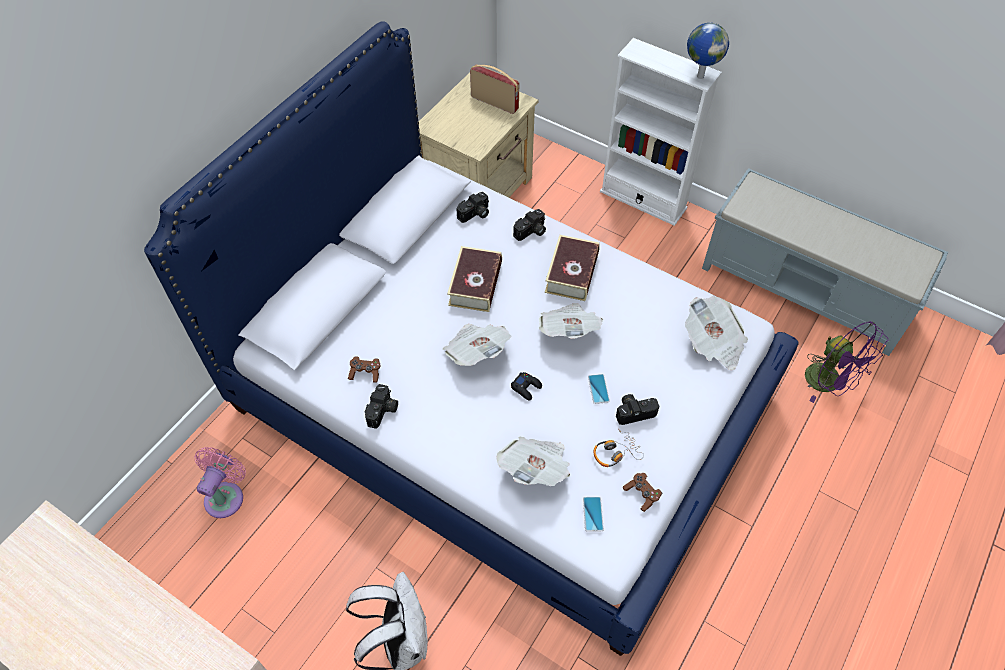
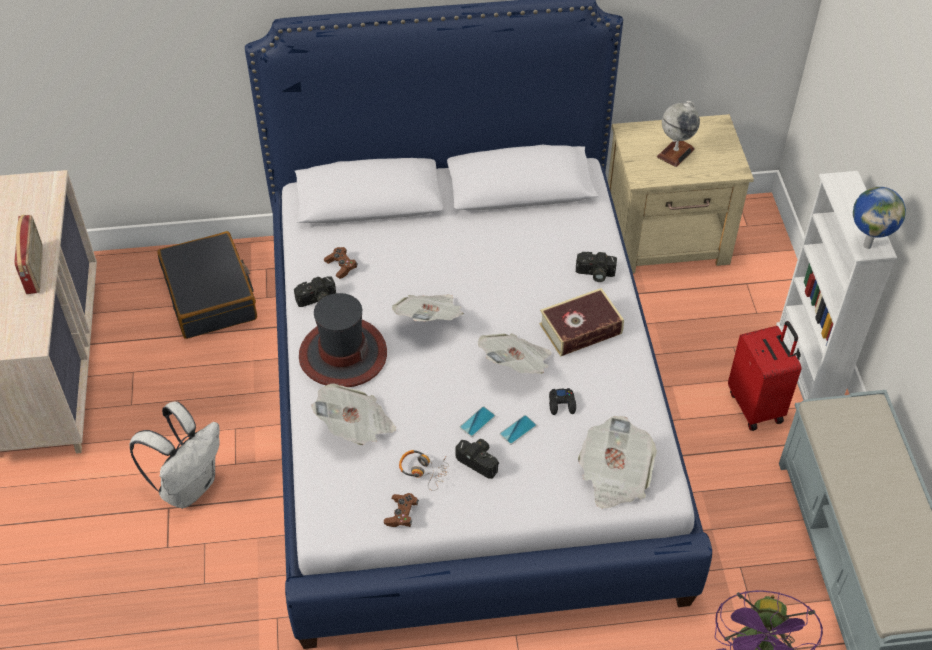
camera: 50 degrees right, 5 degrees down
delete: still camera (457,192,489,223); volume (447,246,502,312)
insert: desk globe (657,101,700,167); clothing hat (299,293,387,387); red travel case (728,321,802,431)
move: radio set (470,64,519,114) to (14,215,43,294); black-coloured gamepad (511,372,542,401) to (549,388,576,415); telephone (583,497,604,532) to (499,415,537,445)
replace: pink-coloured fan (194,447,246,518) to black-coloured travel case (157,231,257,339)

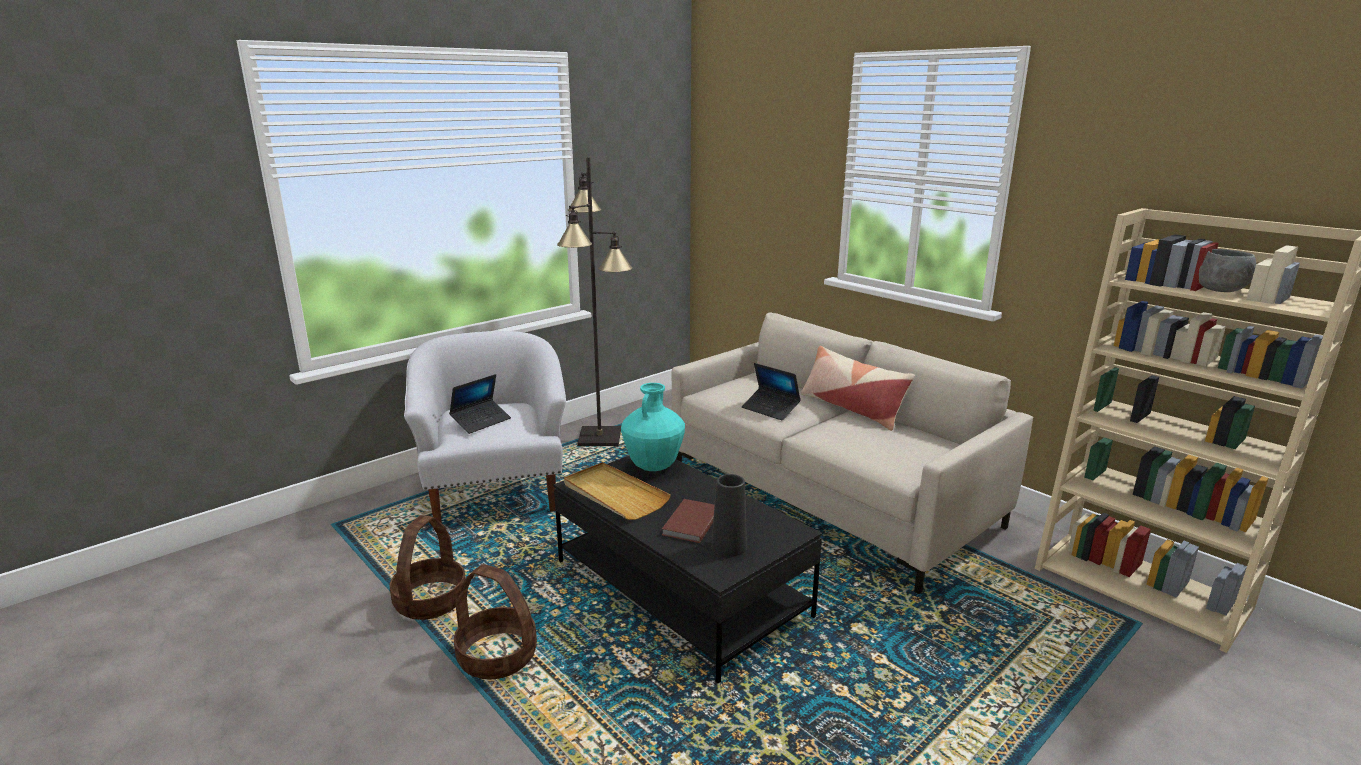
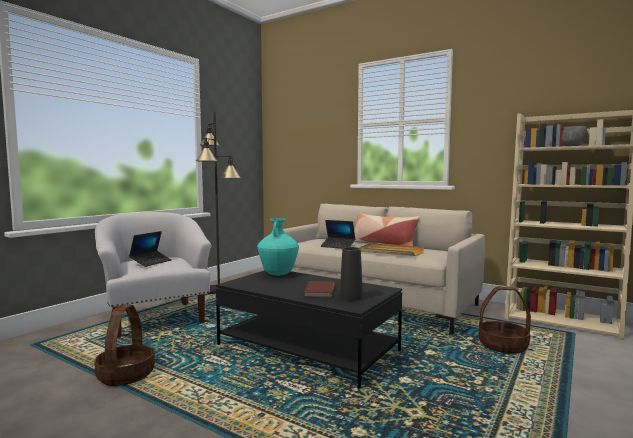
camera: 15 degrees left, 15 degrees down
move: beige-coloured serving tray (564,462,671,520) to (359,243,424,256); basket (454,564,537,680) to (479,286,531,354)

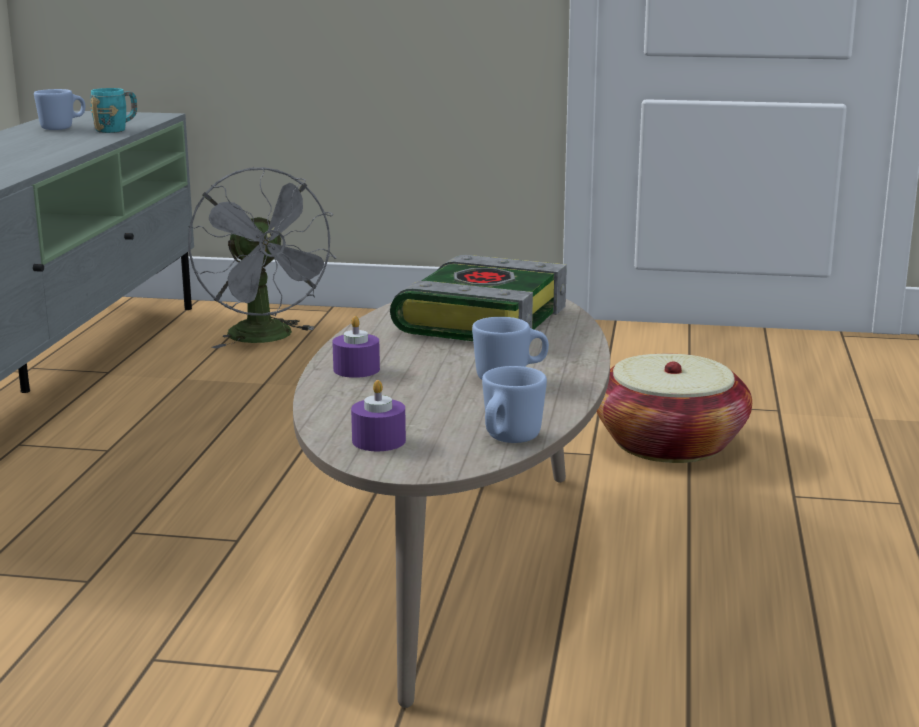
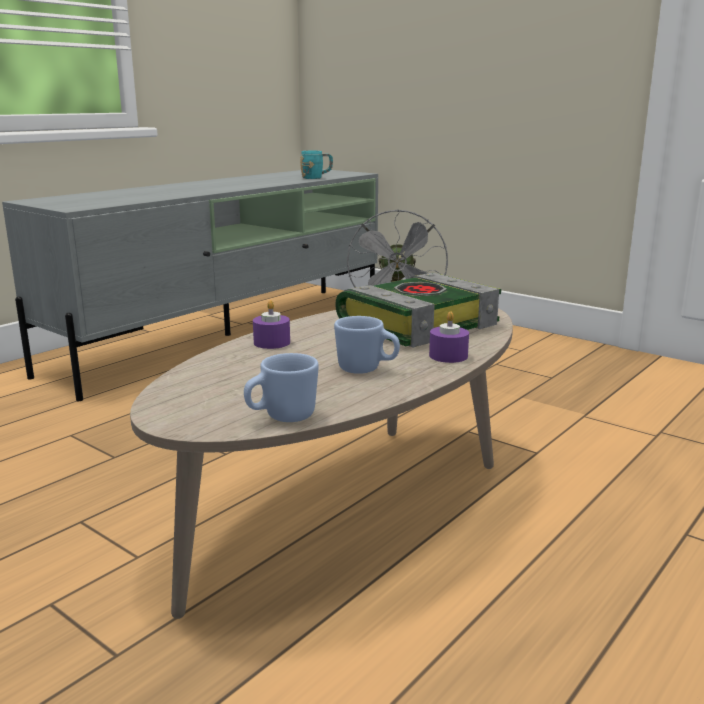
camera: 30 degrees right, 0 degrees up
delete: bluish coffee mug (34,89,85,130); basket (596,354,752,463)
move: purple wax light (351,380,406,451) to (429,311,469,363)

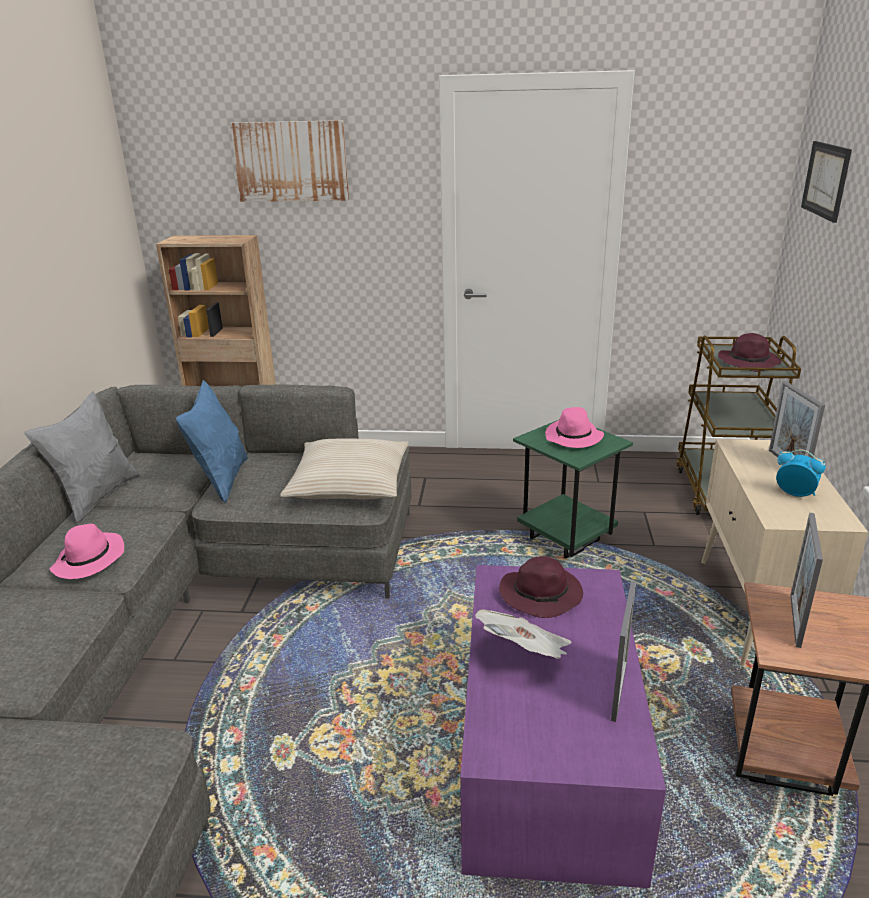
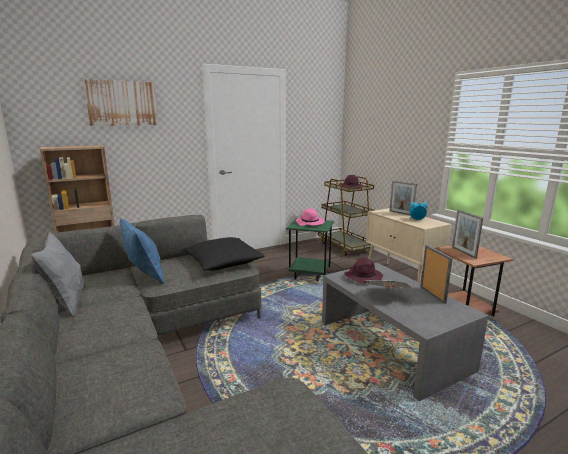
camera: 35 degrees left, 10 degrees down
delete: wall art (801,141,852,223); pink-coloured clothing hat (50,524,124,579)
recolor: beige-coloured pillow (280,439,409,500) to black-coloured pillow (183,237,265,270); purple lounge table (460,565,666,888) to gray lounge table (322,263,488,401)

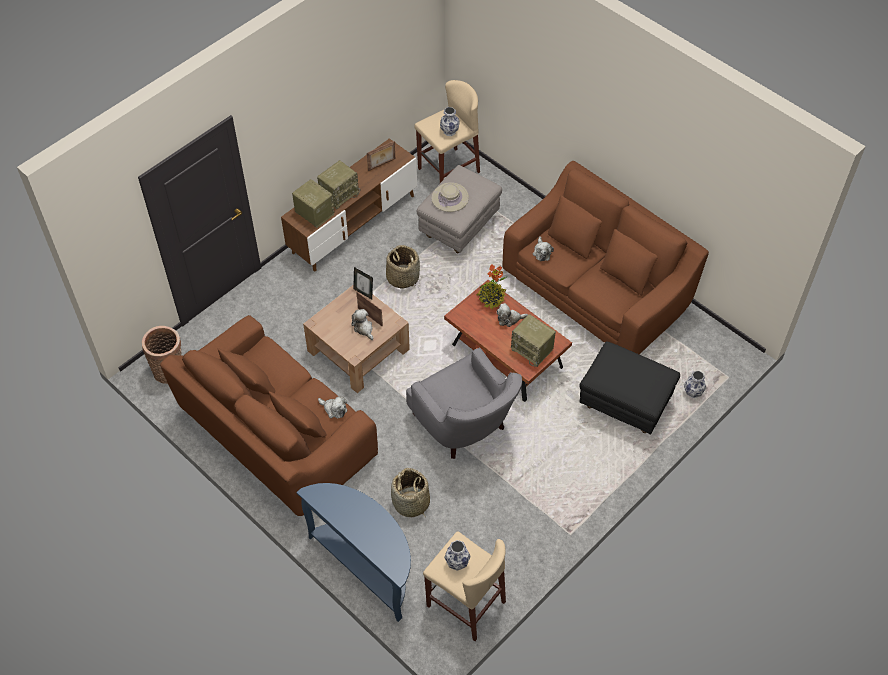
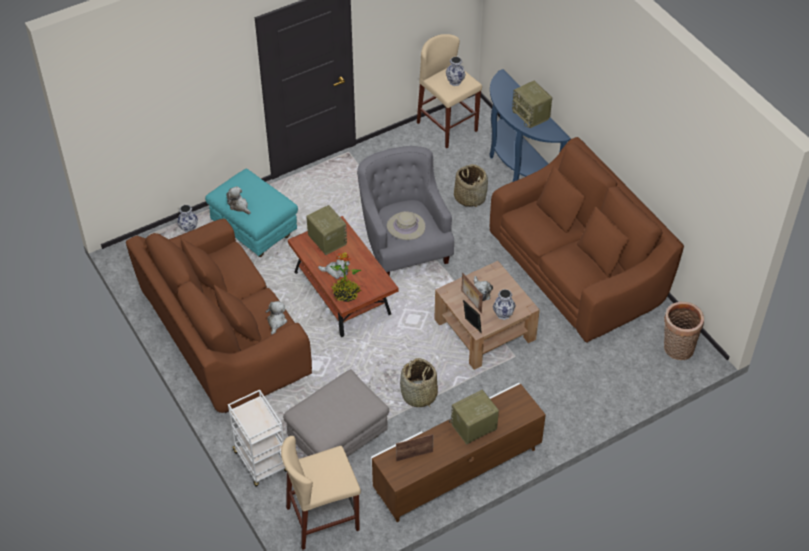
camera: 165 degrees left, 5 degrees down
insert: white-coloured trolley (228,390,287,486)
move: flower vase (440,107,460,136) to (493,289,516,320); radio set (292,179,335,228) to (512,81,552,128); beige-coloured clothing hat (431,182,469,212) to (387,211,426,240); soft toy (318,396,347,418) to (226,186,251,214)
recolor: black-coloured ottoman (579,341,680,435) to turquoise ottoman (205,169,298,257)

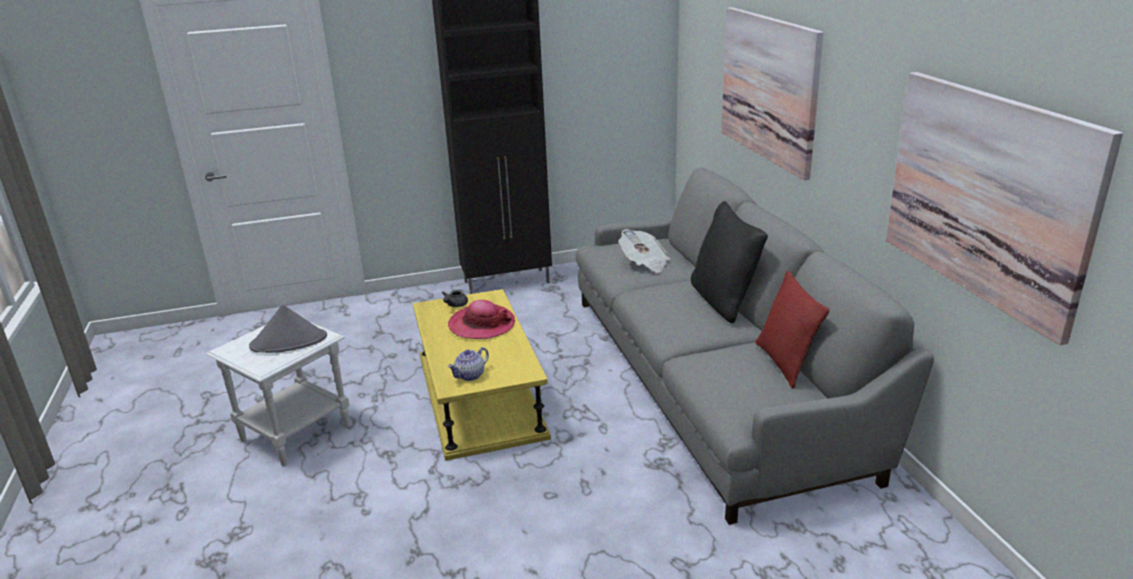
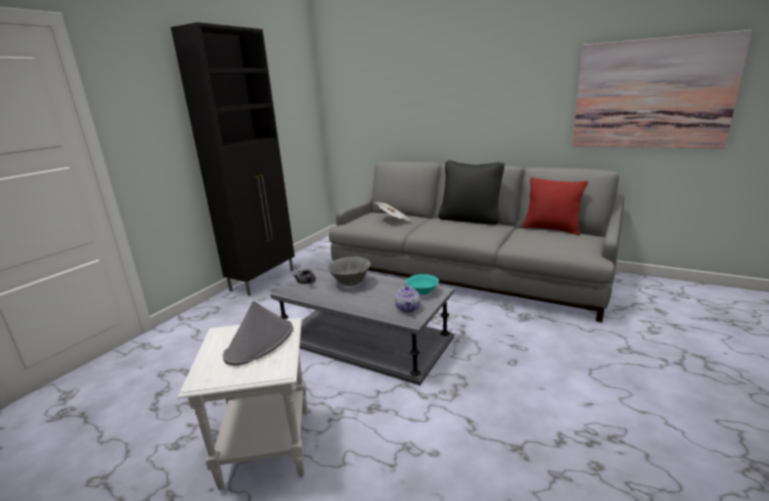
camera: 45 degrees left, 5 degrees down
delete: wall art (721,7,824,180)
insert: turquoise serving bowl (406,274,439,295)
replace: clothing hat (448,300,515,339) to gray serving bowl (328,257,370,286)
recolor: yellow lounge table (413,289,551,461) to gray lounge table (270,264,454,385)

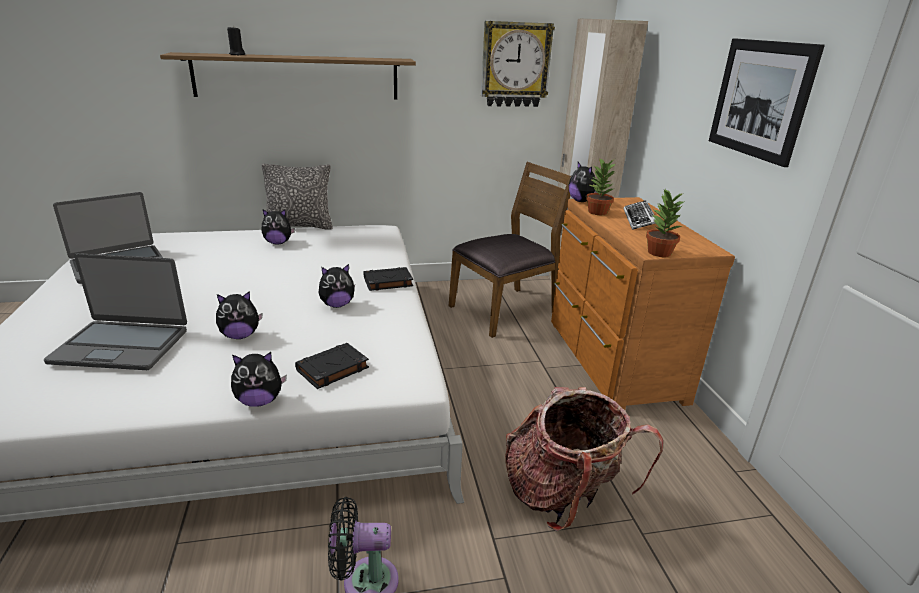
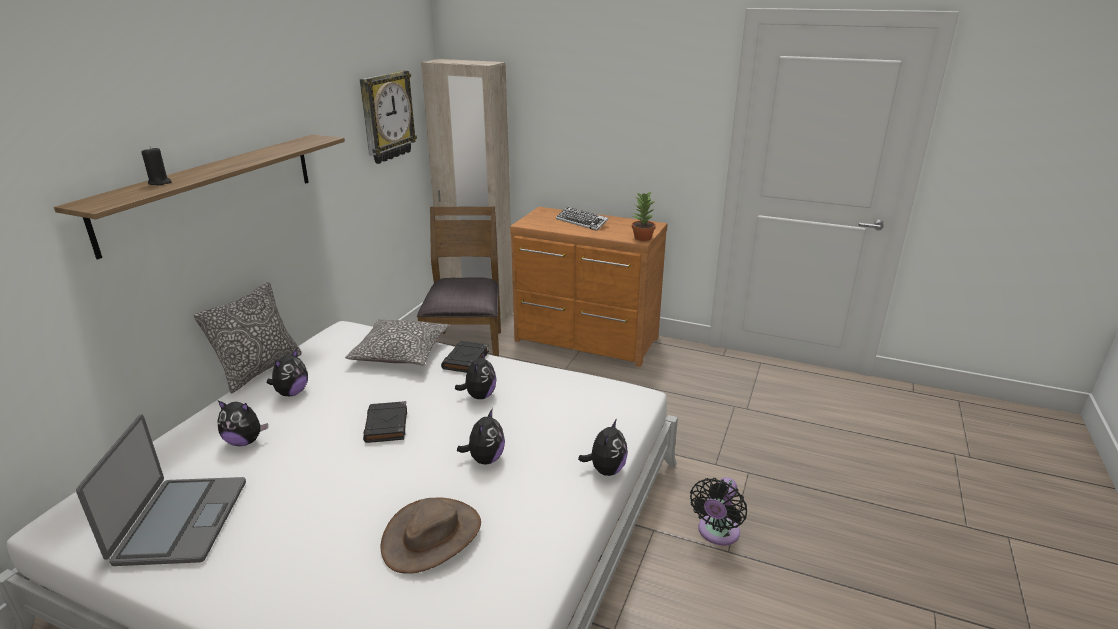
camera: 55 degrees left, 0 degrees up
delete: wall art (709,38,825,167); plant in a pot (586,159,615,215); rucksack (505,387,663,531)
insert: pillow (345,319,449,365)
move: soft toy (569,162,597,202) to (217,400,268,446); black-coloured volume (295,343,369,389) to (363,401,407,443)
replace: notebook computer (44,253,187,370) to brown clothing hat (381,497,481,574)

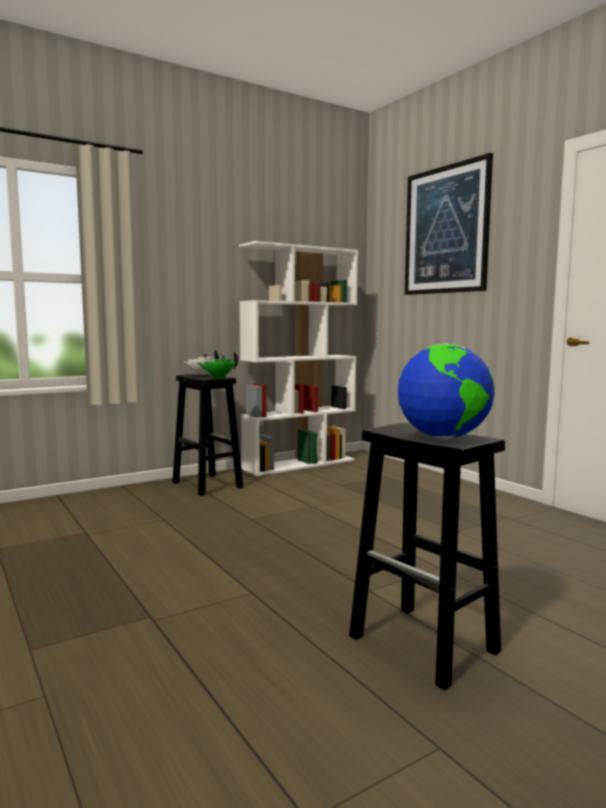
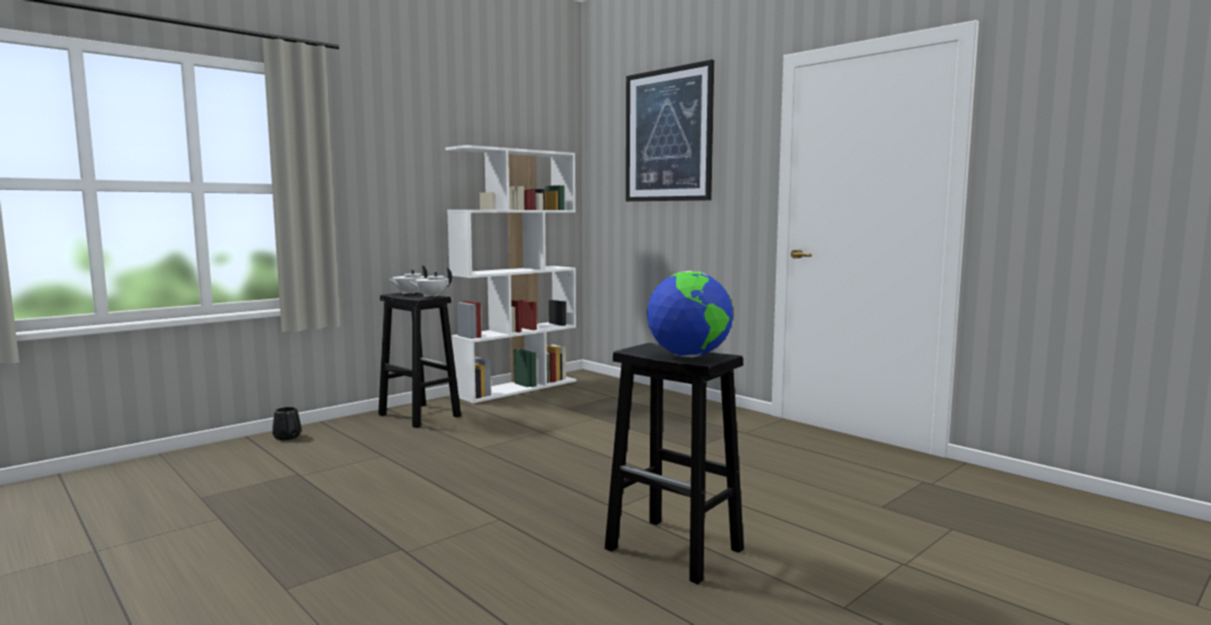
camera: 10 degrees left, 0 degrees up
insert: black-coloured flower vase (272,407,302,440)
recolor: green pot for tea (198,351,238,378) to white-coloured pot for tea (408,267,452,297)

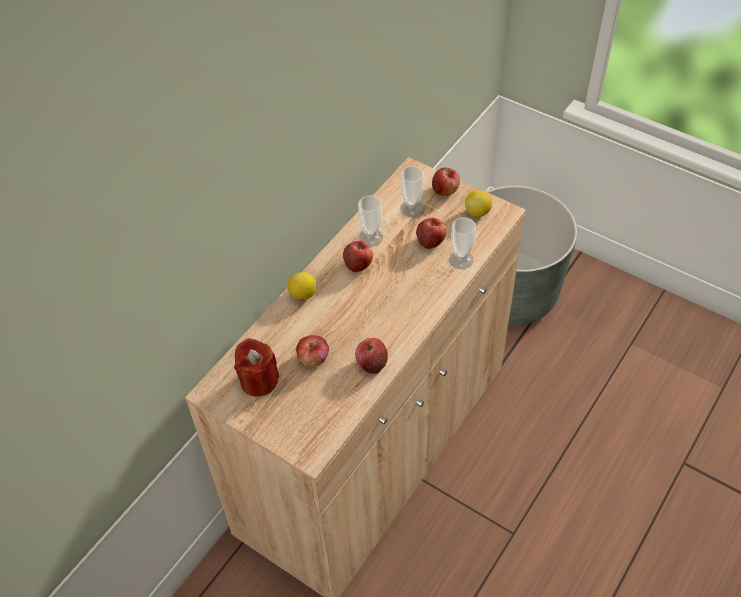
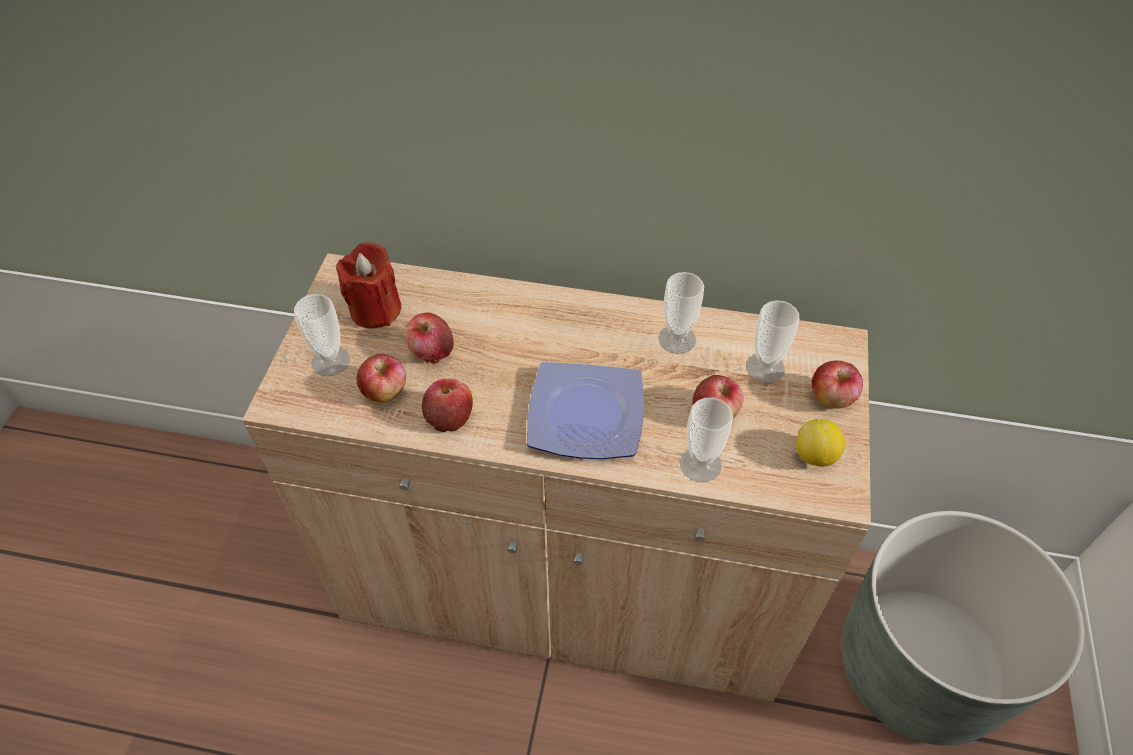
camera: 65 degrees right, 0 degrees up
delete: whole lemon (288,272,316,299)
insert: drinking cup (294,294,350,376); dinner plate (527,362,644,459)
move: whole apple (343,241,373,272) to (356,354,406,402)

